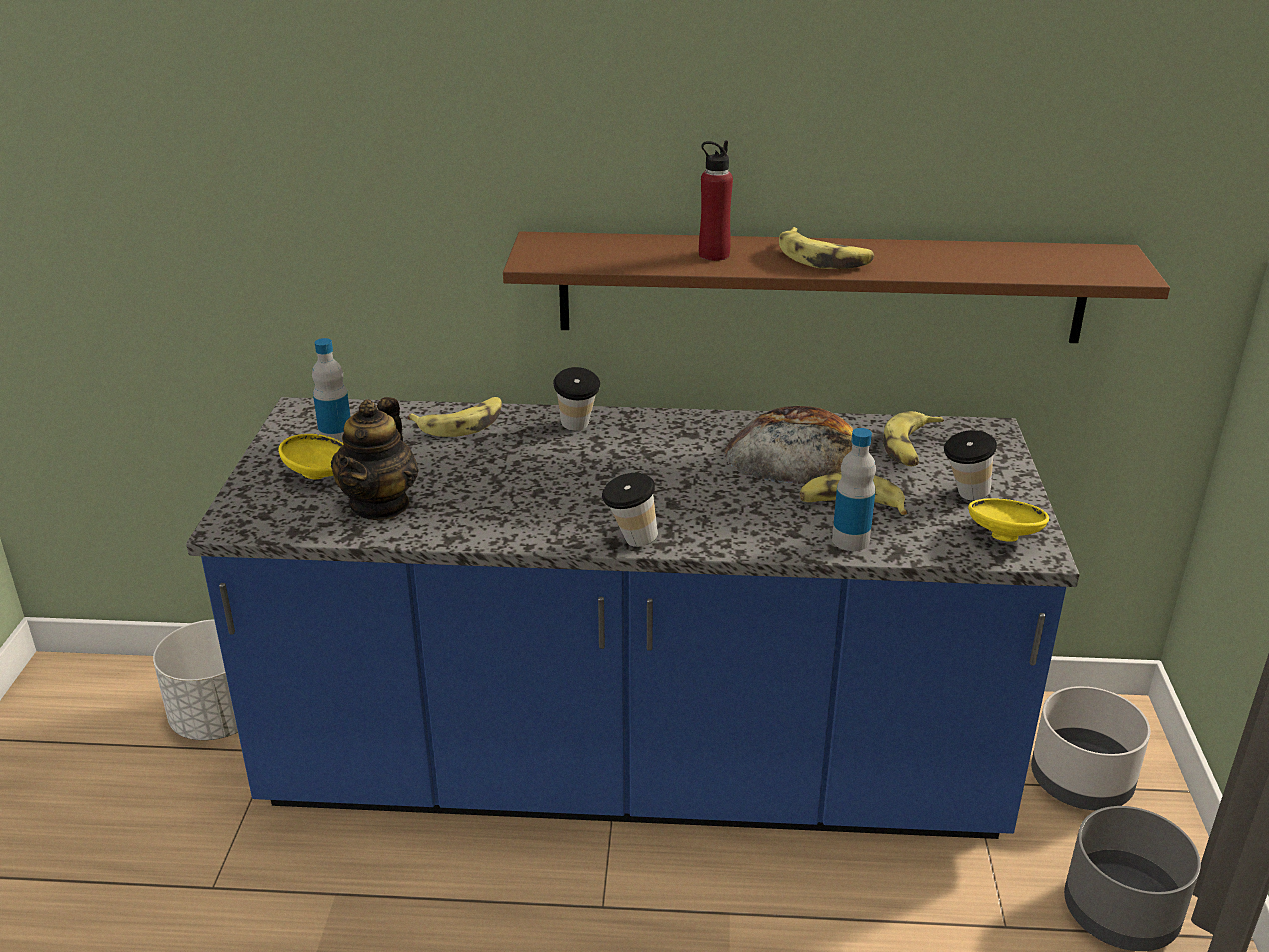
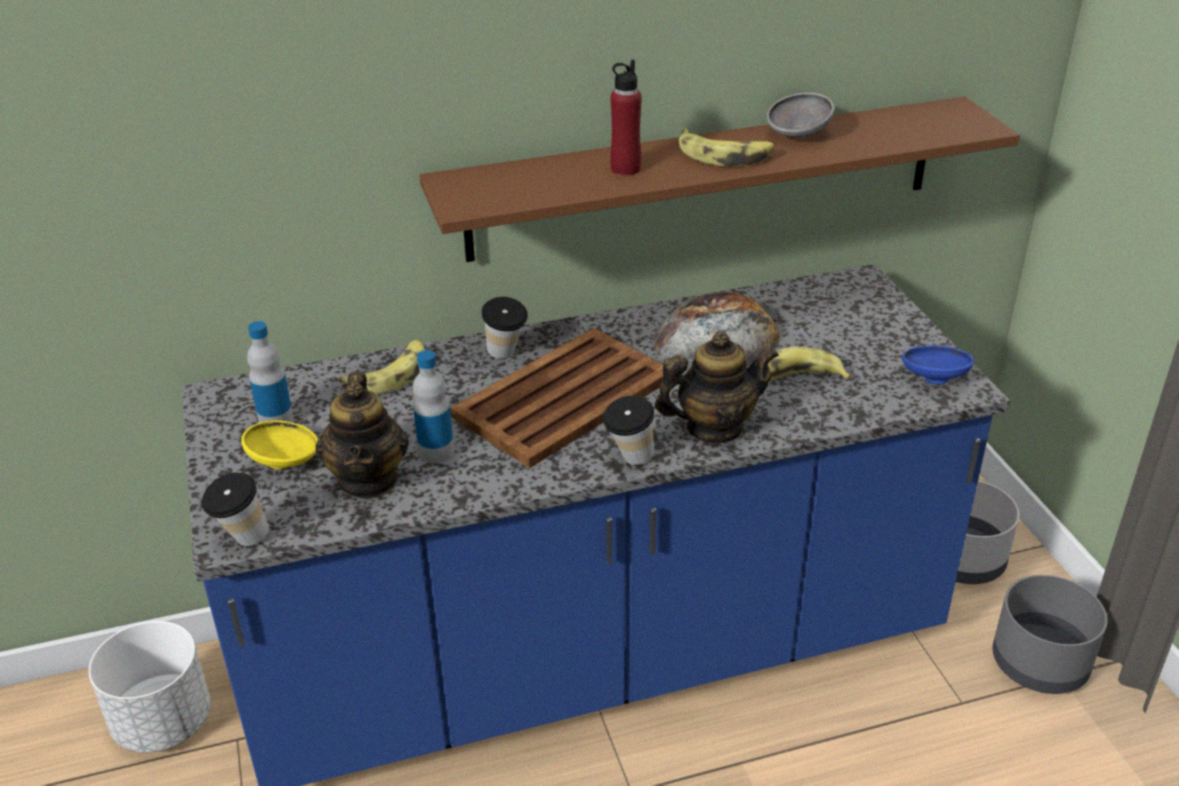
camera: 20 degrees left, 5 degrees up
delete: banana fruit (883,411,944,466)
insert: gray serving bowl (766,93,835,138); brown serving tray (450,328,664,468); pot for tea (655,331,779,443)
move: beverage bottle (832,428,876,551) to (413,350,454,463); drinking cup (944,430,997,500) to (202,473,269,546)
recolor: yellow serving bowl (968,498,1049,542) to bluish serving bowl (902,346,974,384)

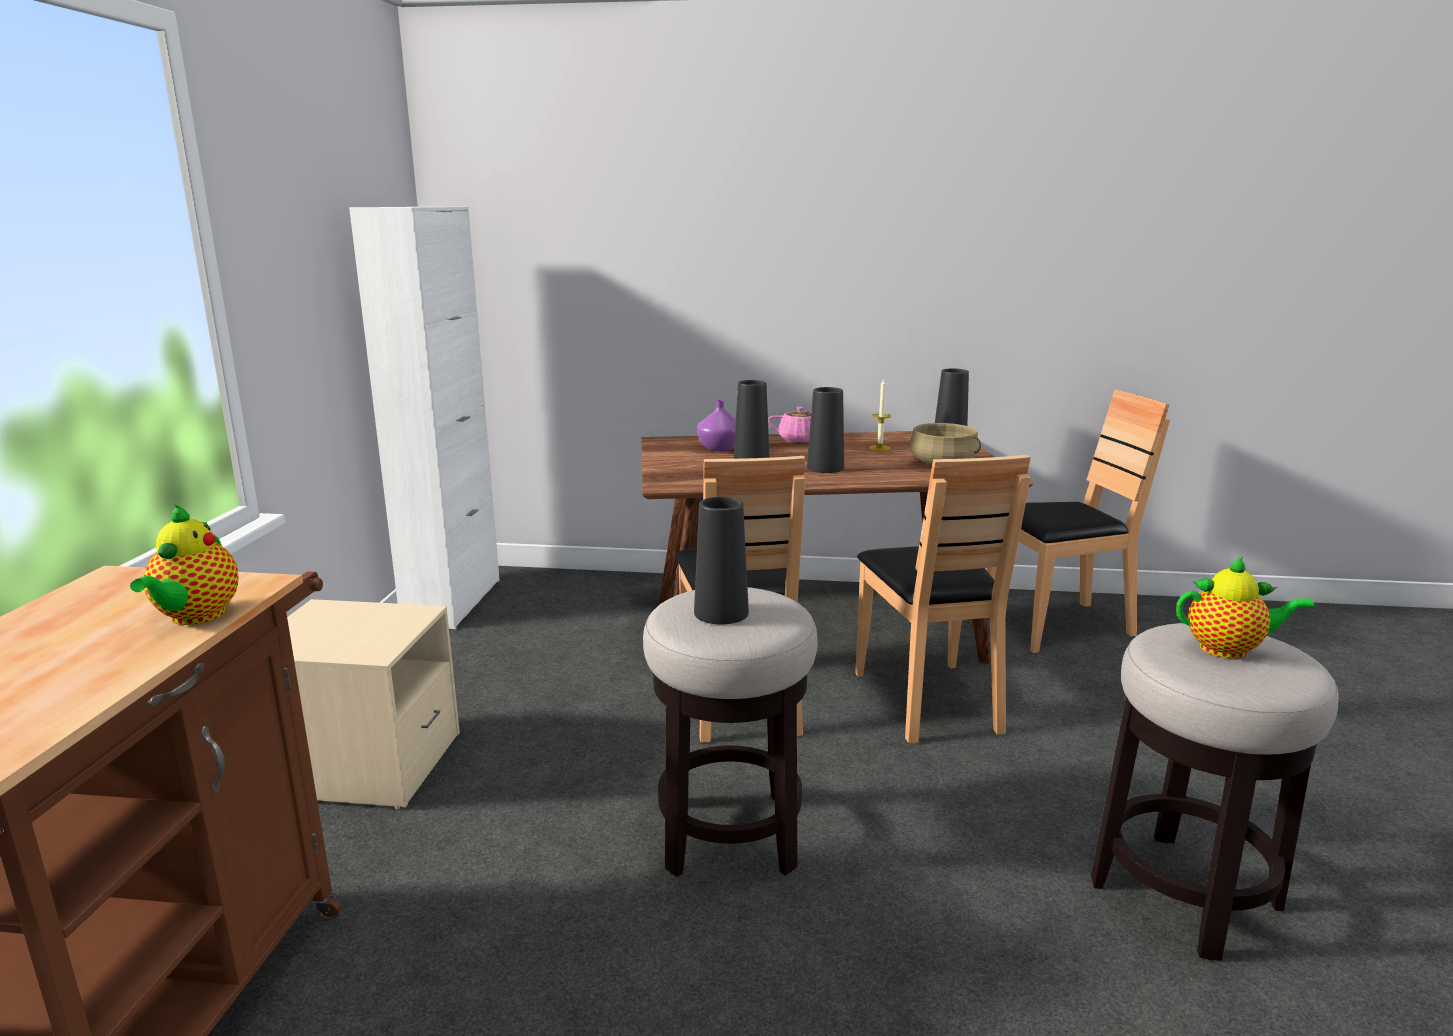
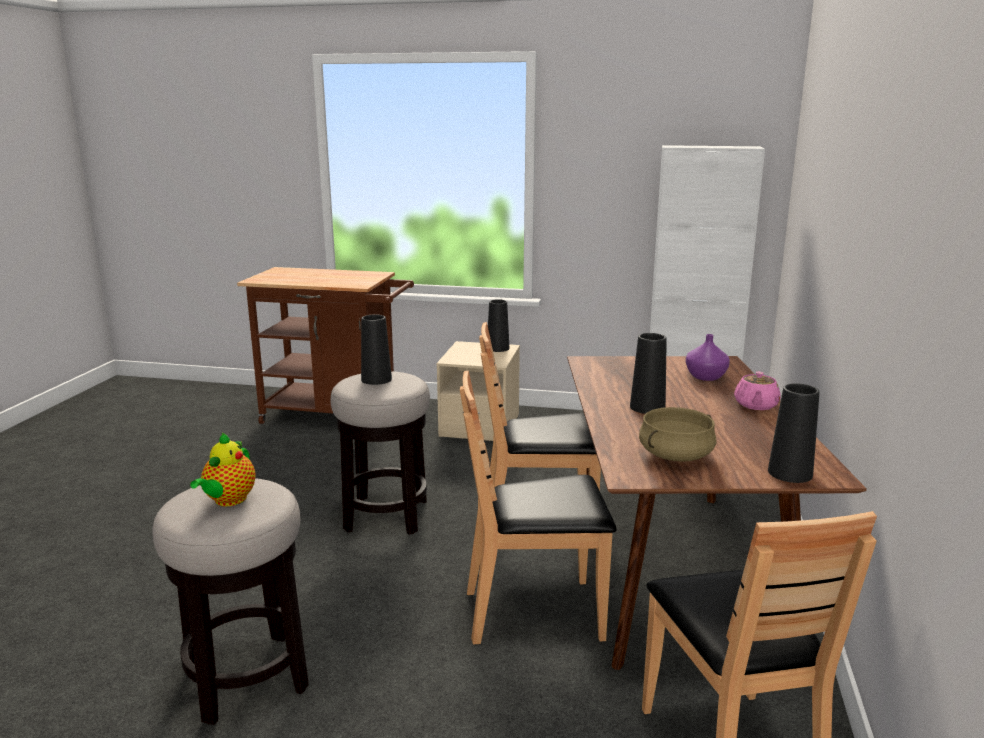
camera: 95 degrees right, 0 degrees up
delete: wax light (869,378,891,451); pot for tea (130,504,239,625)
move: black-coloured flower vase (734,380,769,459) to (488,299,509,352)

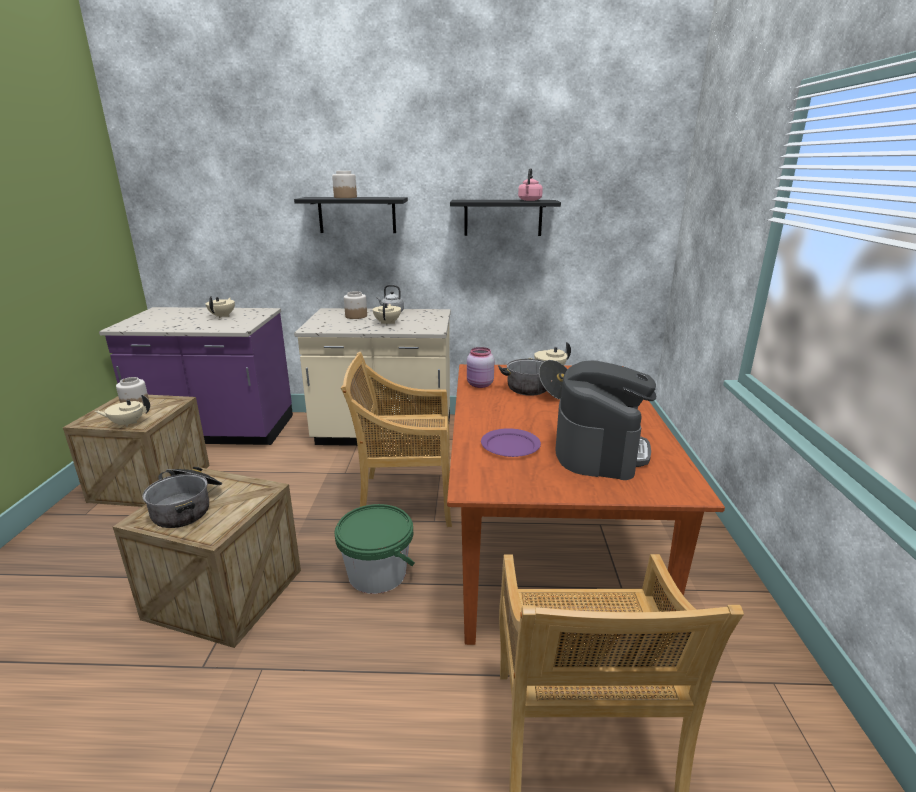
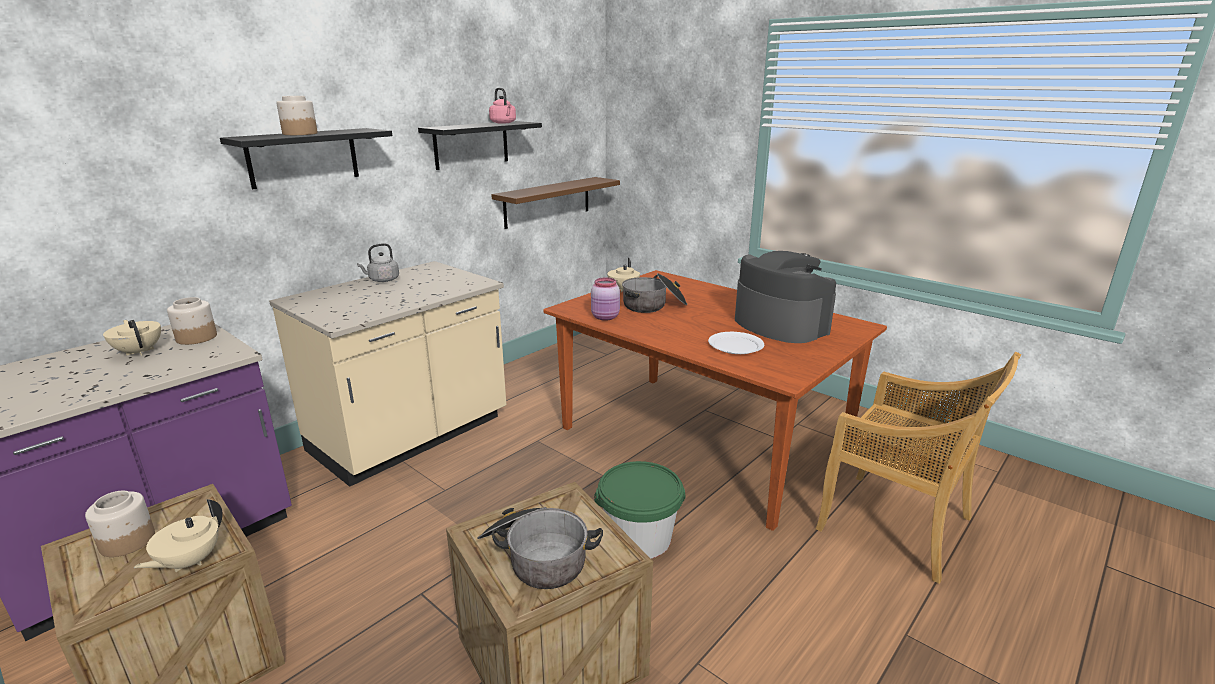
camera: 50 degrees left, 0 degrees up
delete: beige-coloured pot for tea (372,302,401,325); beige-coloured plain chair (341,352,452,527)
insert: brown bracket shelf (491,177,620,229)
move: preserve jar (344,291,367,319) to (167,297,217,345)
recolor: purple dinner plate (481,428,541,457) to white-coloured dinner plate (708,332,764,354)

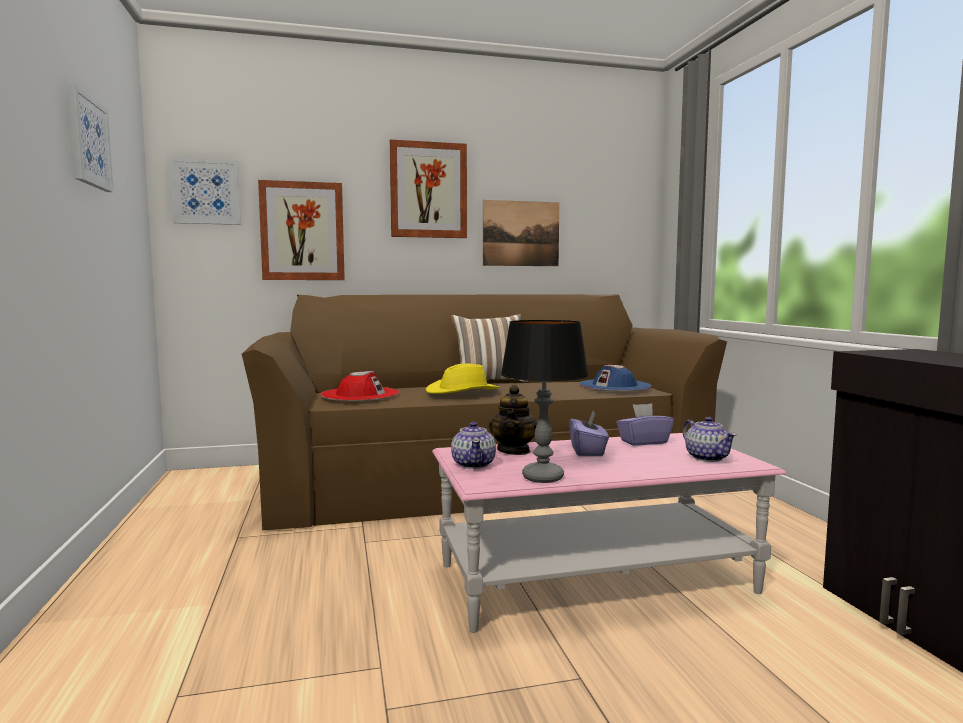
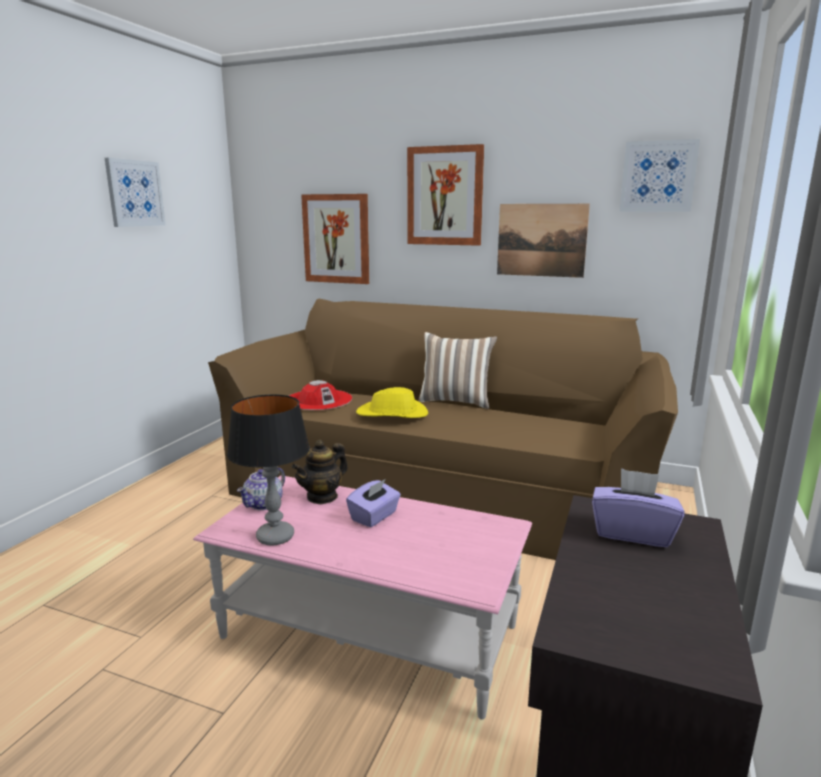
camera: 35 degrees right, 10 degrees up
delete: bluish clothing hat (579,365,652,391); pot for tea (683,417,737,462)
move: wall art (169,157,241,225) to (619,139,700,212); purple box of tissues (616,403,674,446) to (592,468,684,547)

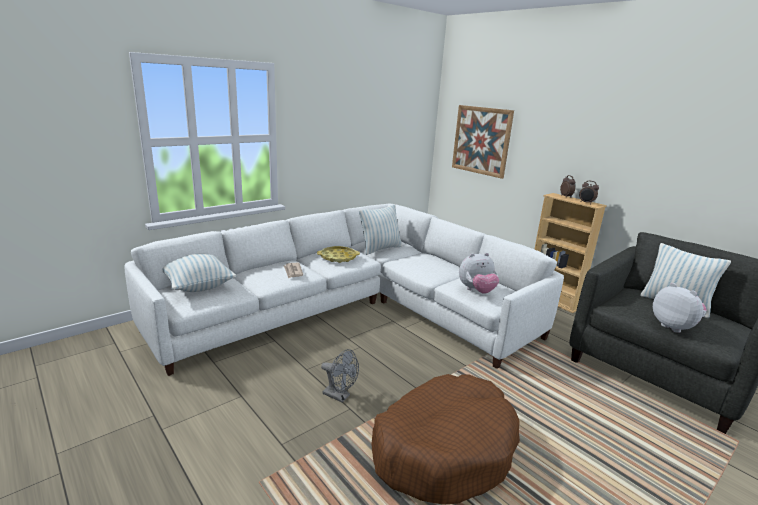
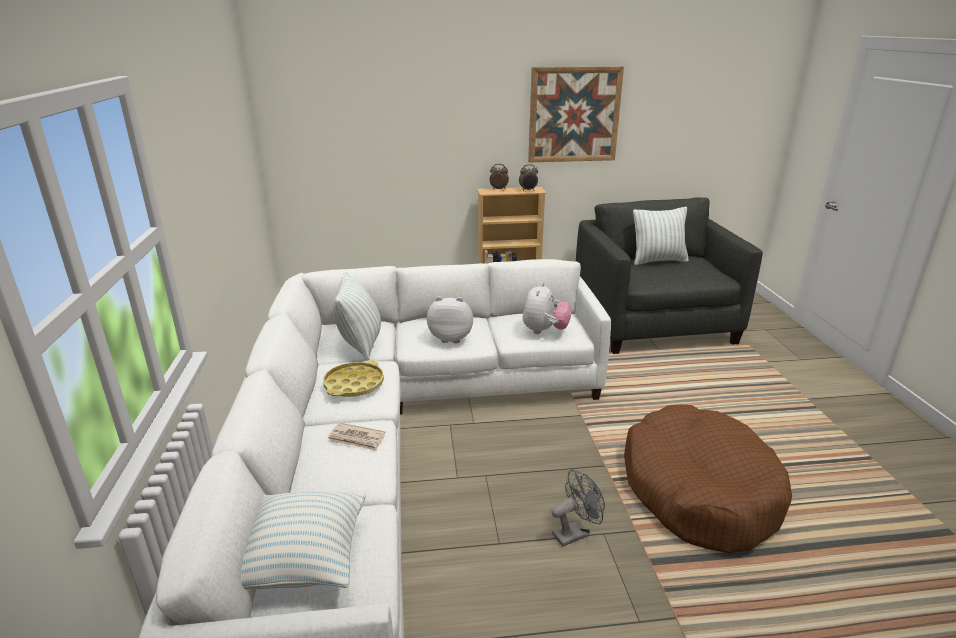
camera: 55 degrees left, 5 degrees up
move: wall art (452,105,514,179) to (528,66,624,163); soft toy (653,283,707,333) to (427,296,473,343)

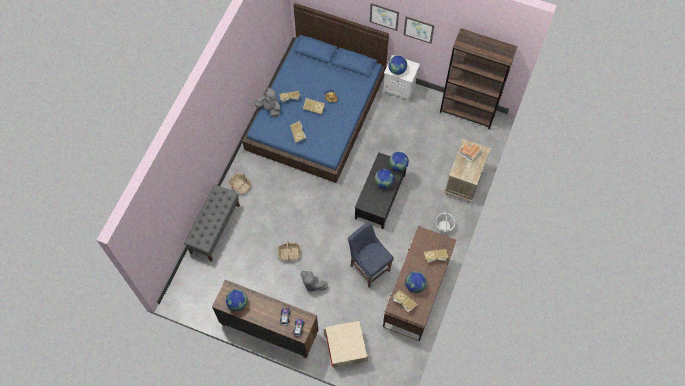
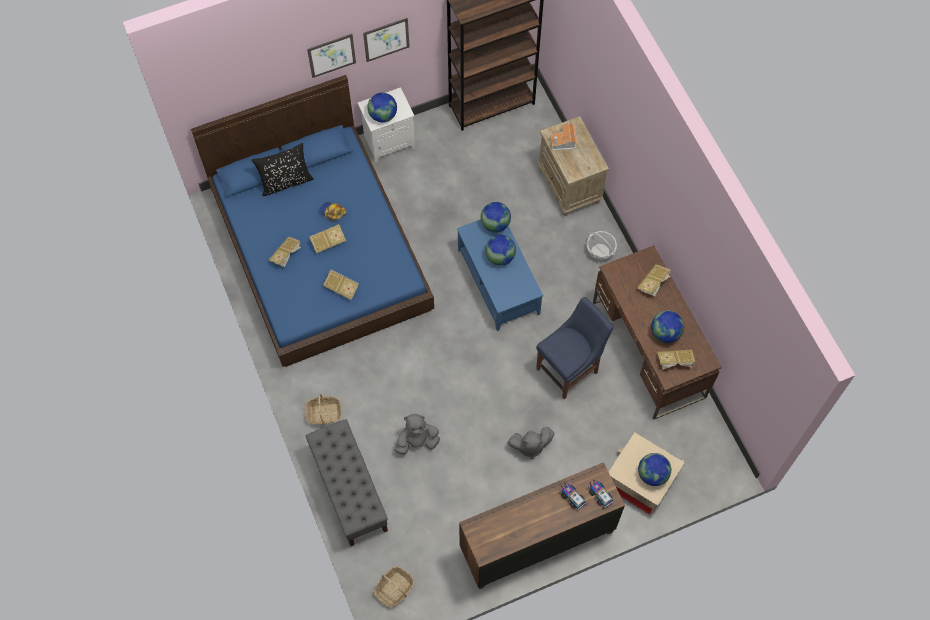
camera: 45 degrees left, 0 degrees up
insert: black-coloured pillow (251,143,314,196)
move: gray soft toy (255,87,281,117) to (394,414,440,455); basket (278,241,301,260) to (374,566,414,607); desk globe (226,289,248,311) to (638,453,671,486)
recolor: black-coloured lounge table (355,152,406,229) to bluish lounge table (457,219,543,331)
rotate: bluish plain chair (348,222,394,287) = (536,297,613,399) 135 degrees clockwise

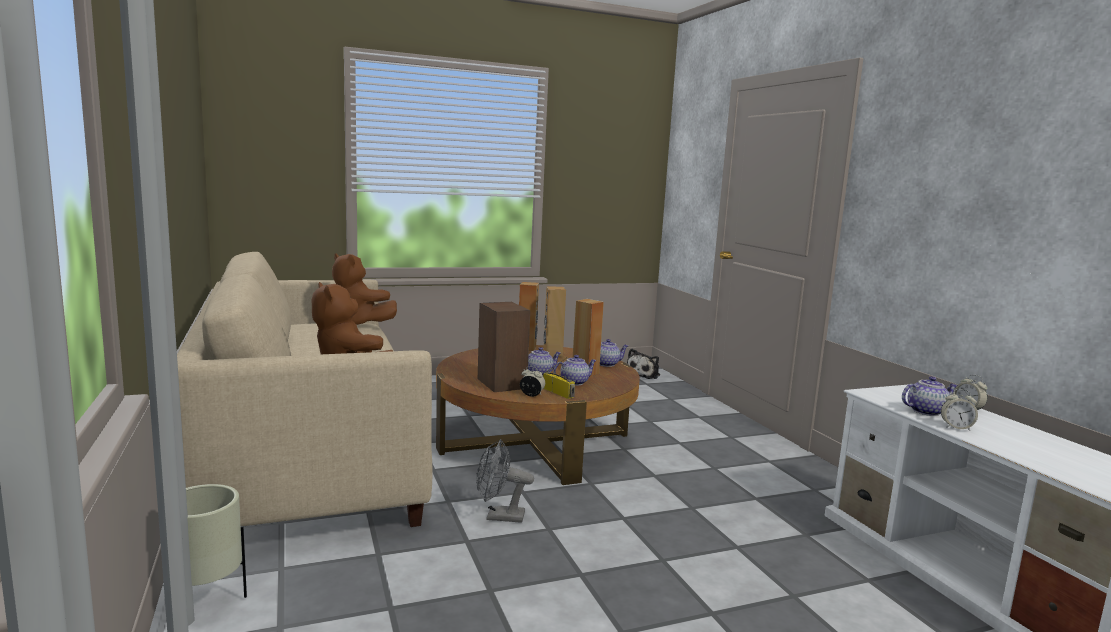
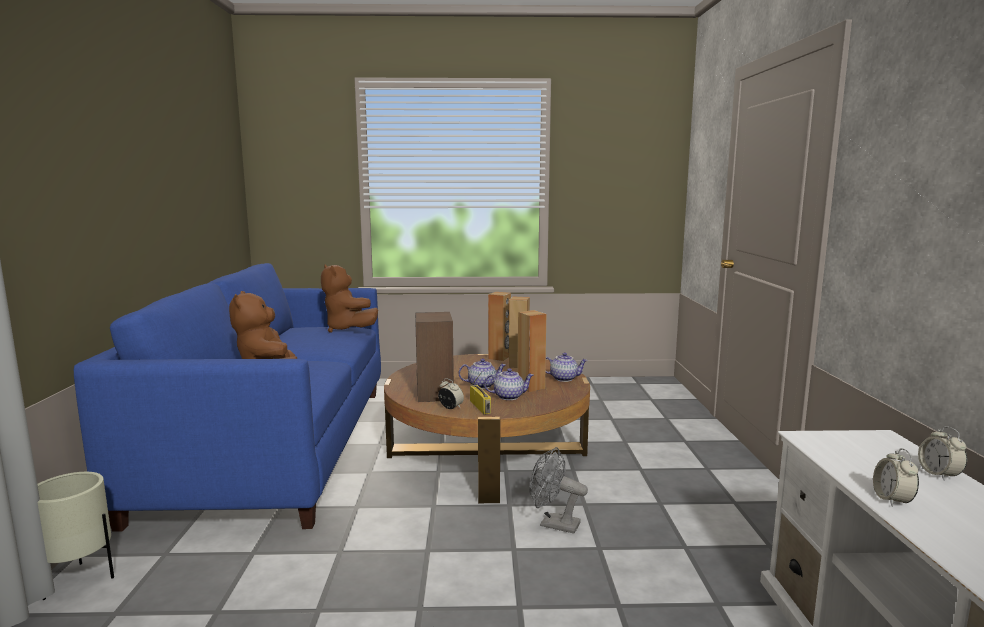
camera: 20 degrees right, 0 degrees up
delete: soft toy (627,349,660,379); pot for tea (902,376,957,416)
move: gray fan (476,439,534,523) to (530,447,588,534)
recolor: beige-coloured sofa (177,252,433,527) to bluish sofa (74,263,381,532)
rotate: bedside clock (941,389,978,431) = (873,448,919,506) 60 degrees clockwise

